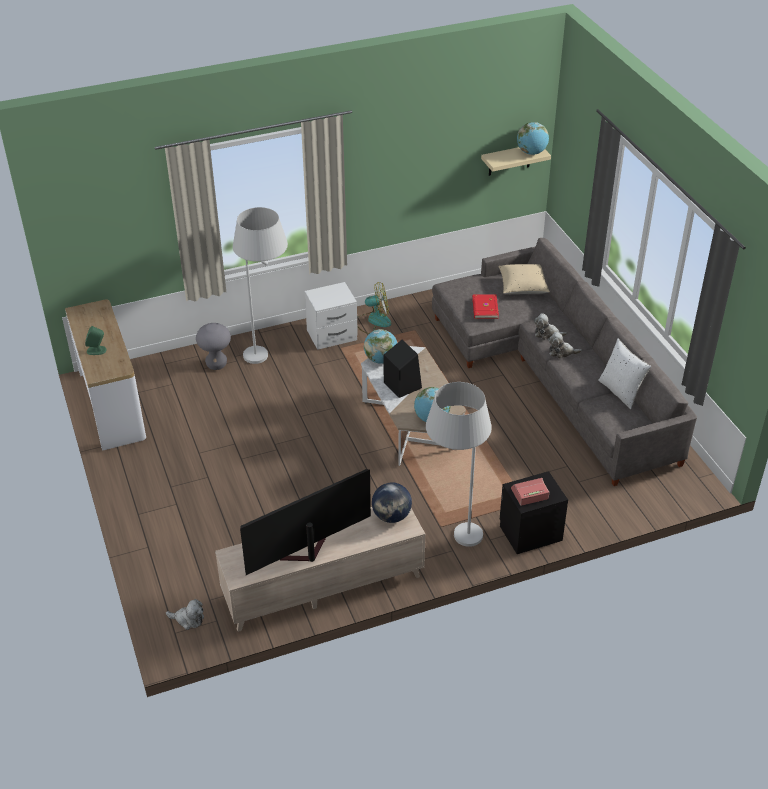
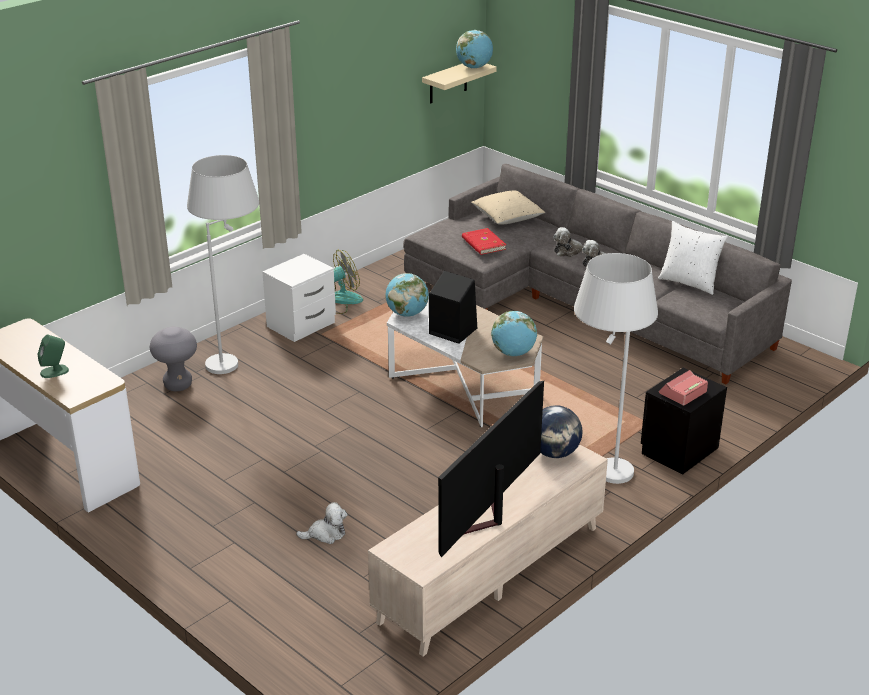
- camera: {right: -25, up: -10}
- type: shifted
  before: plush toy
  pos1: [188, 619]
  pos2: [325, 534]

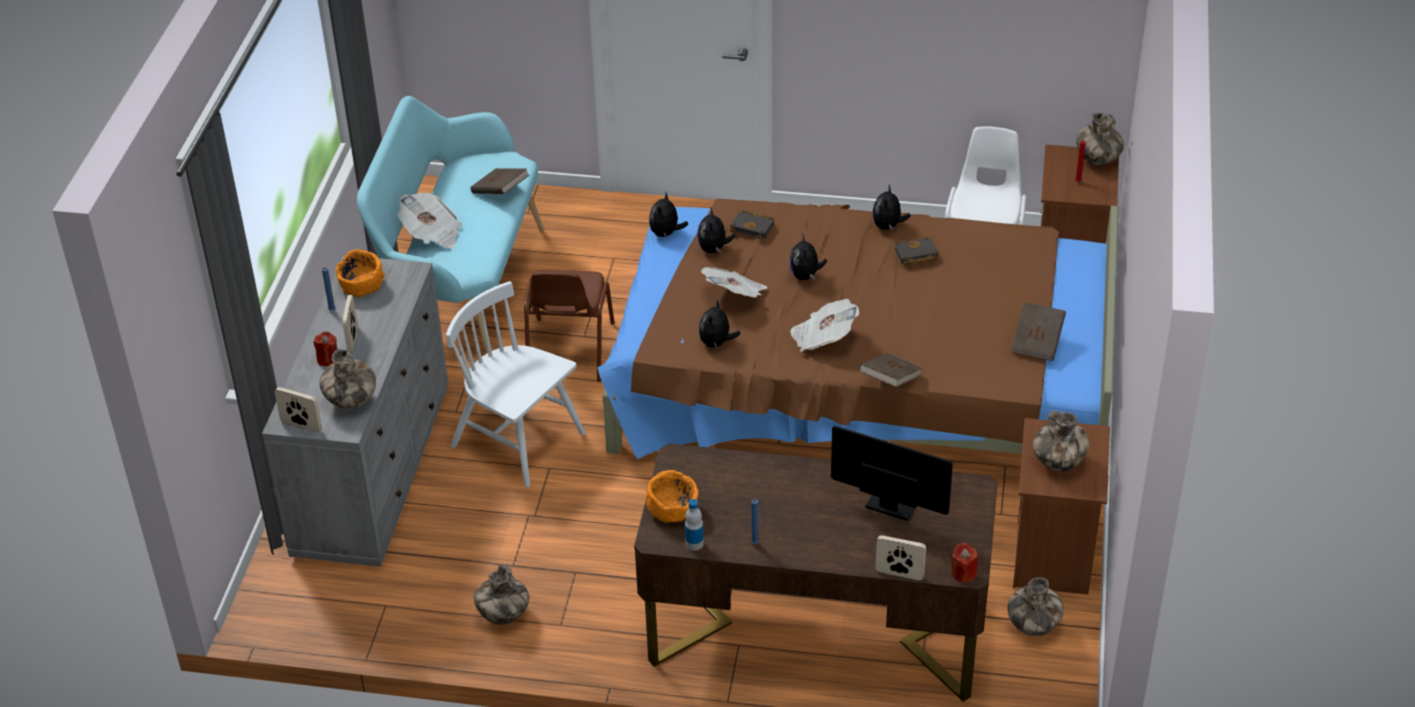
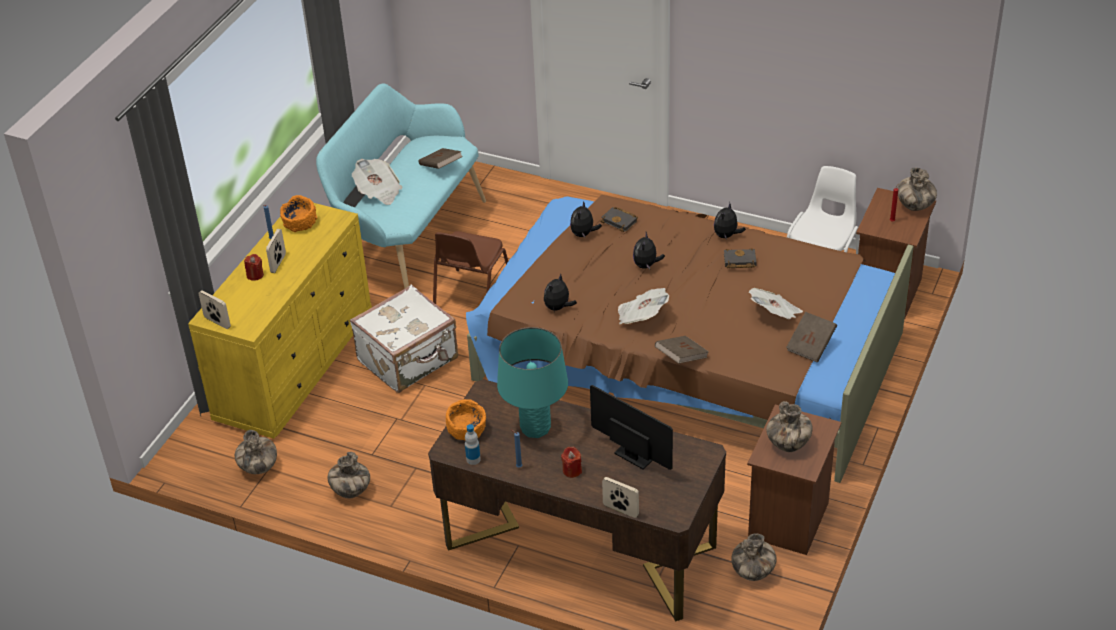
- camera: {right: 15, up: 0}
- type: gone
  before: plush toy
  pos1: [666, 233]
- type: new
  after: turquoise table lamp
  pos2: [535, 428]
- type: shifted
  before: vase
  pos1: [351, 401]
  pos2: [259, 468]
- type: shifted
  before: newspaper
  pos1: [735, 295]
  pos2: [775, 314]
- type: shifted
  before: red candle
  pos1: [963, 573]
  pos2: [572, 470]
- type: swapped
  before: white chair
  after: white suitcase
  pos1: [518, 441]
  pos2: [409, 360]
- type: repainted
  before: grey dresser
  after: yellow dresser
  pos1: [373, 470]
  pos2: [295, 365]

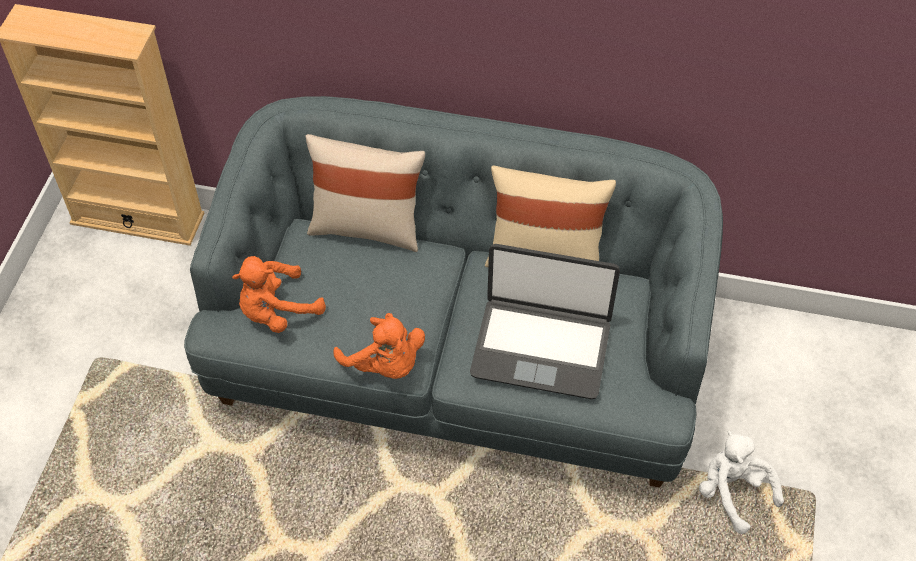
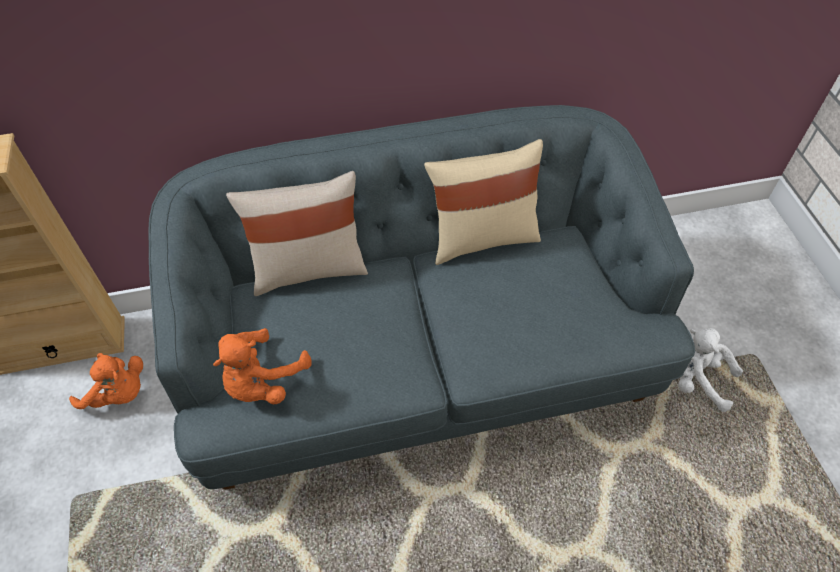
- camera: {right: -25, up: 0}
- type: gone
  before: laptop
  pos1: [541, 347]
- type: shifted
  before: orange plush toy
  pos1: [385, 364]
  pos2: [119, 394]

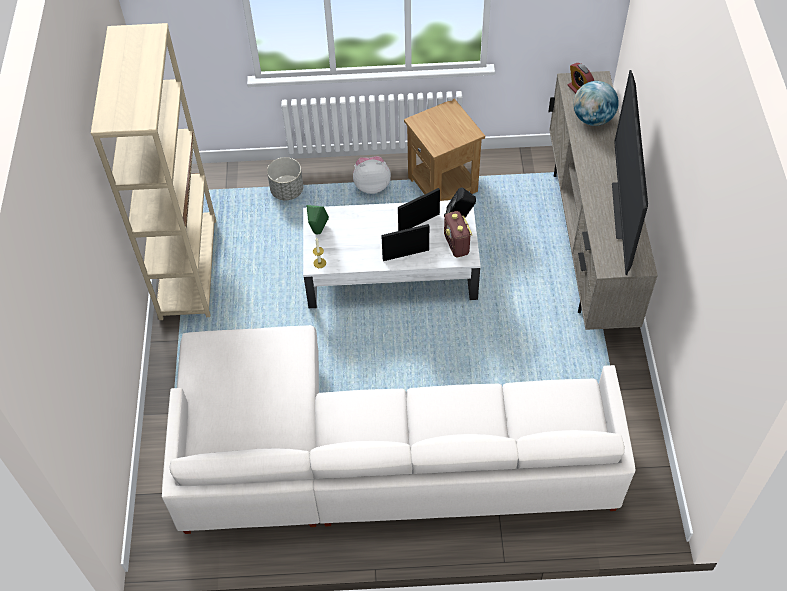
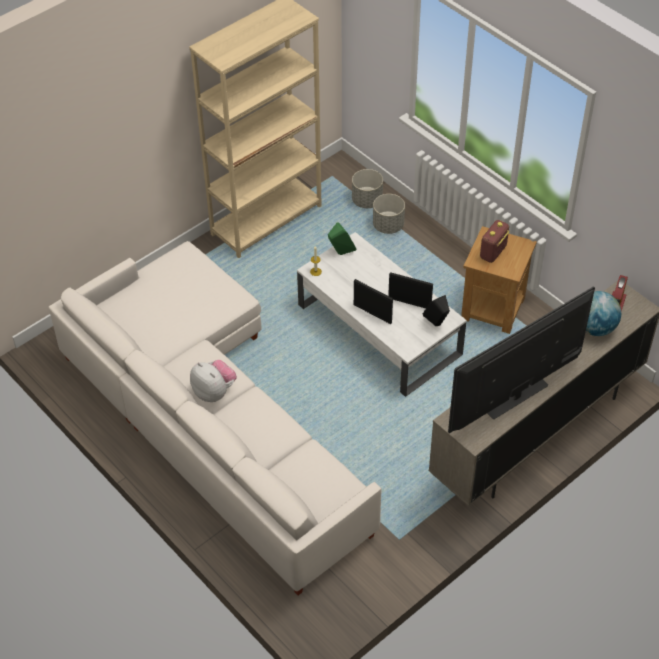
- camera: {right: 50, up: -5}
- type: new
  after: grey planter
  pos2: [367, 201]
- type: shifted
  before: plush toy
  pos1: [372, 185]
  pos2: [214, 392]
- type: shifted
  before: radio
  pos1: [456, 245]
  pos2: [493, 252]

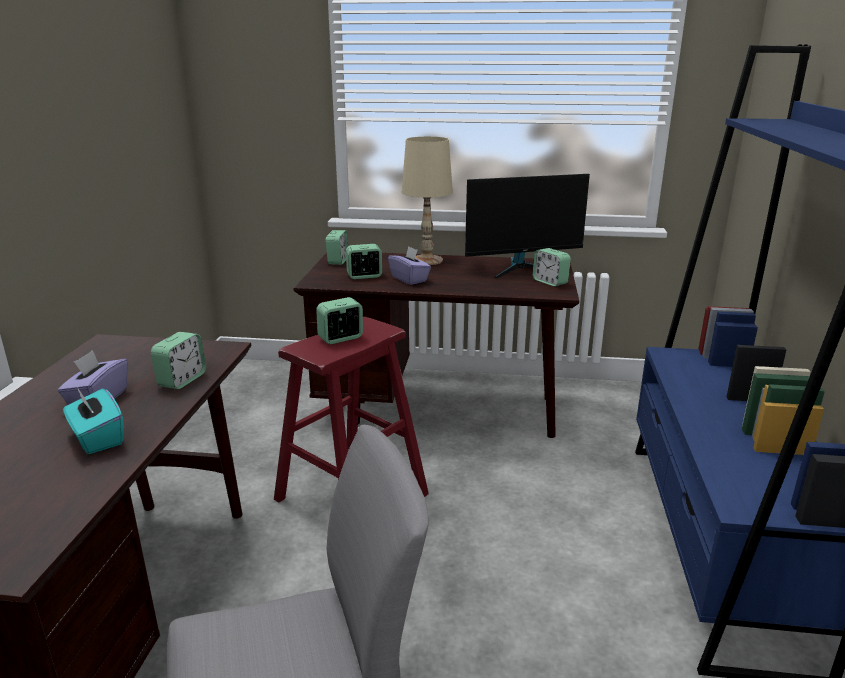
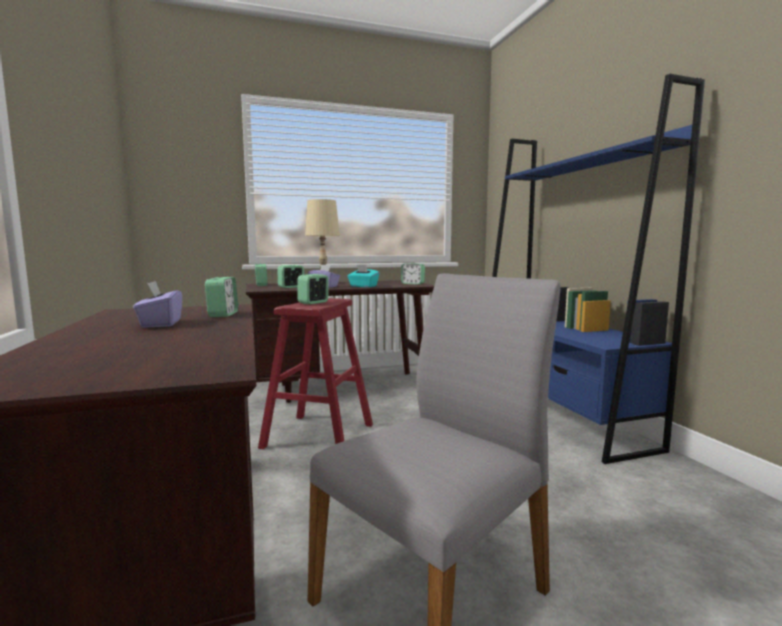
- camera: {right: -25, up: -15}
- type: gone
  before: monitor
  pos1: [522, 268]
- type: shifted
  before: turquoise tissue box
  pos1: [97, 438]
  pos2: [363, 286]

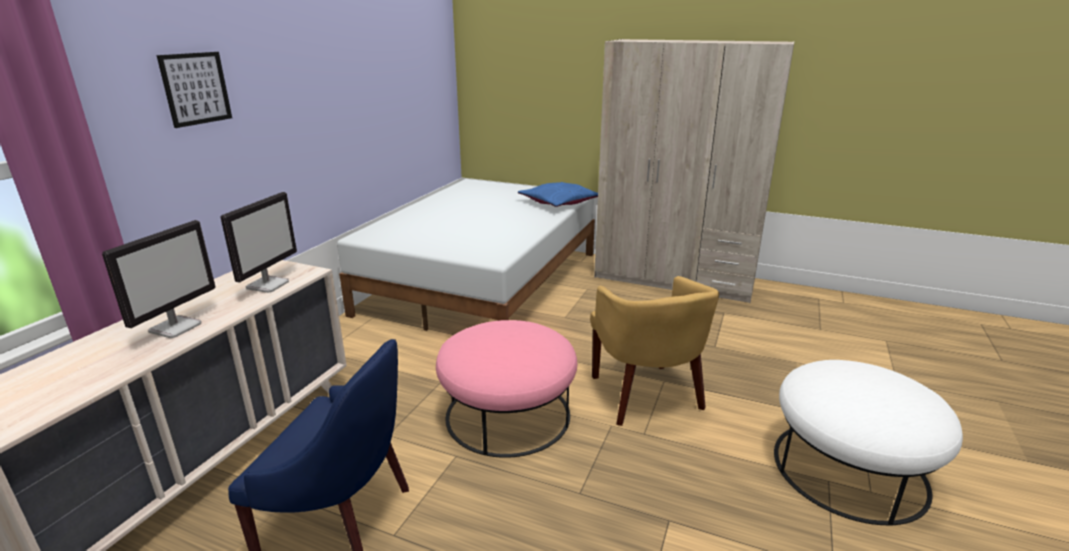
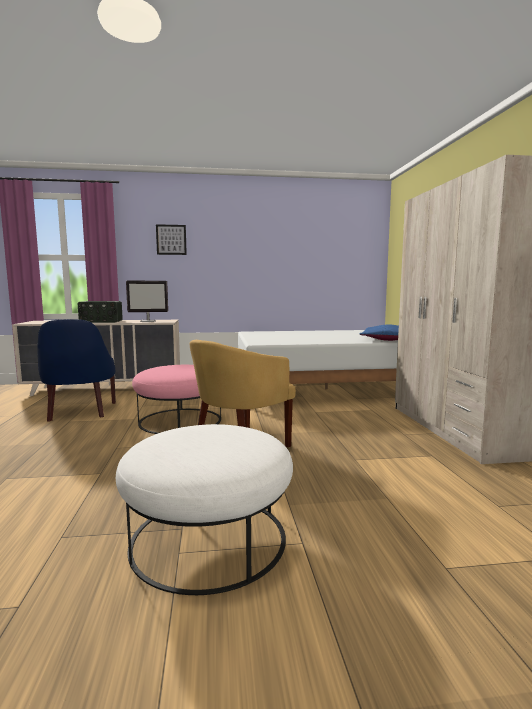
- camera: {right: 60, up: -15}
- type: swapped
  before: monitor
  after: radio
  pos1: [176, 327]
  pos2: [101, 321]

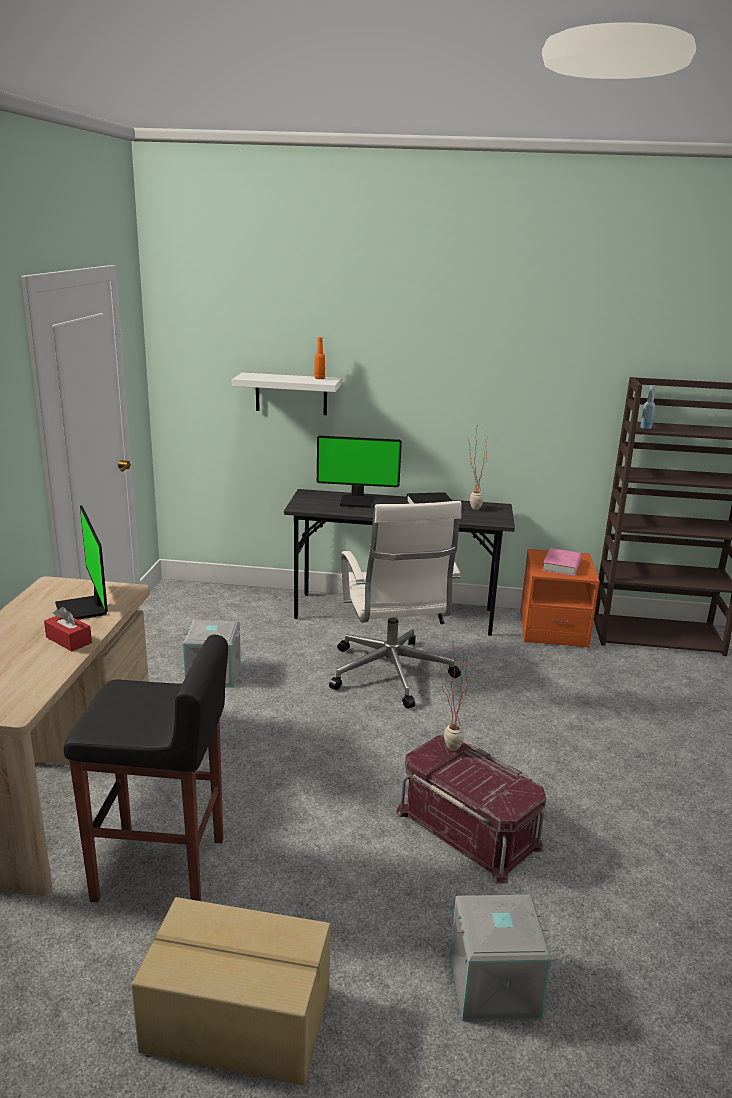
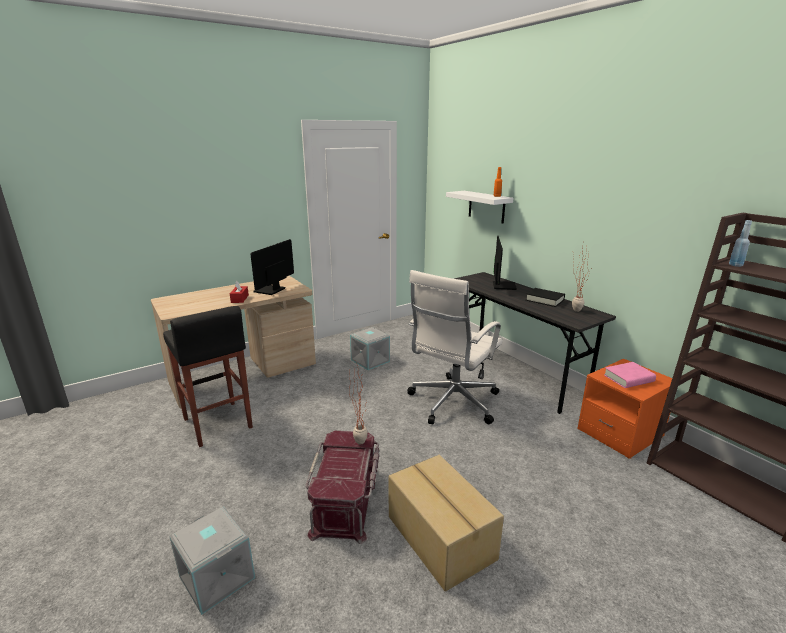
- camera: {right: 50, up: 0}
- type: shifted
  before: cardboard box
  pos1: [237, 1022]
  pos2: [439, 538]
- type: rotated
  before: monitor
  pos1: [357, 501]
  pos2: [502, 286]
  turn: -135

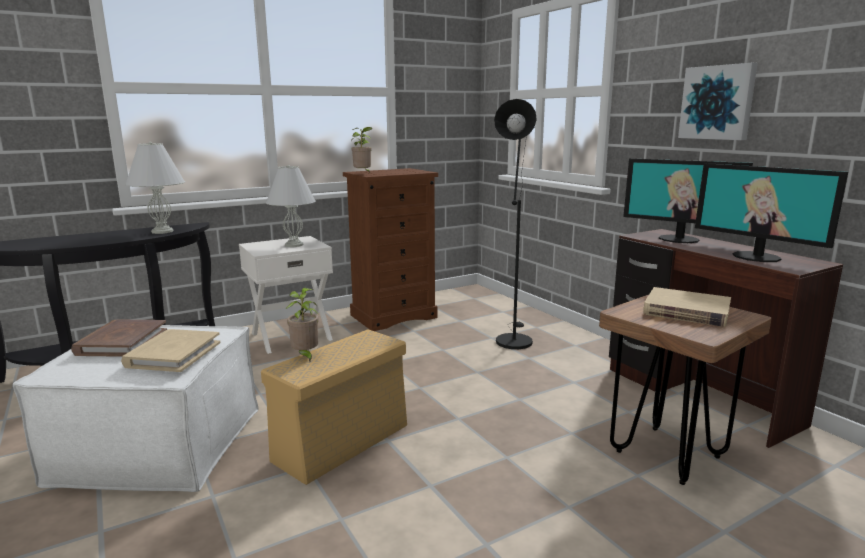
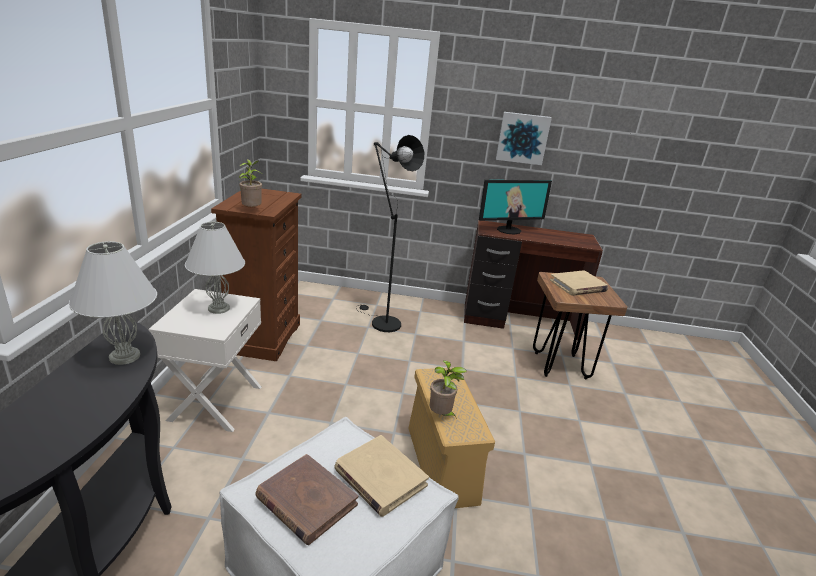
- camera: {right: -55, up: 10}
- type: gone
  before: monitor
  pos1: [757, 257]

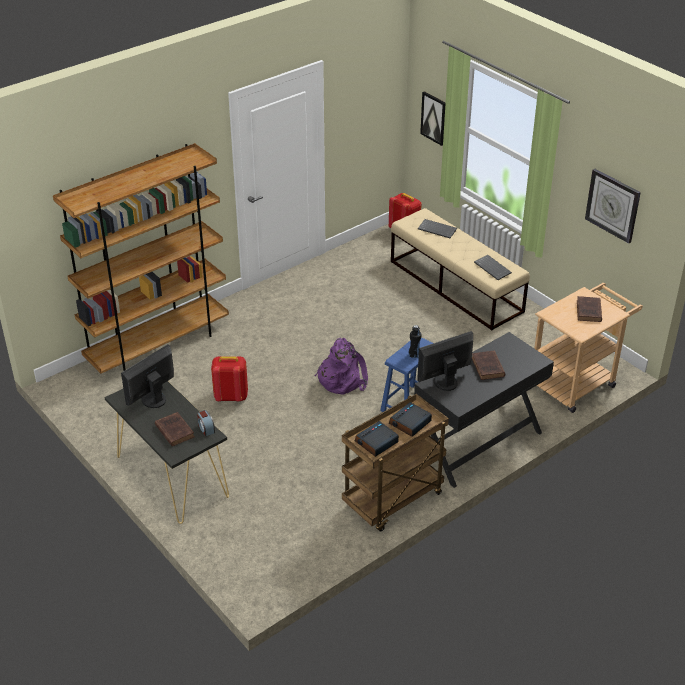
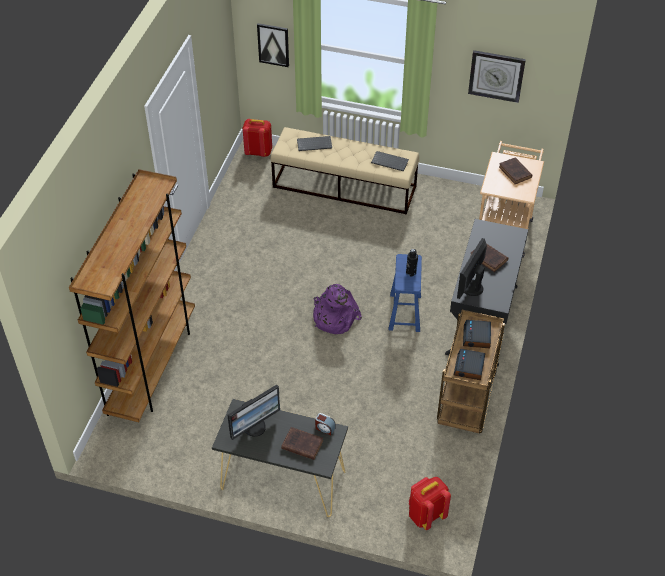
- camera: {right: -35, up: 10}
- type: shifted
  before: red backpack
  pos1: [231, 396]
  pos2: [426, 515]
- type: rotated
  before: monitor
  pos1: [152, 399]
  pos2: [254, 426]
  turn: -135

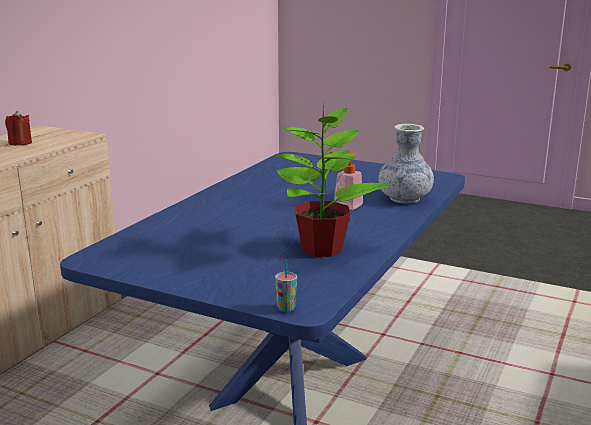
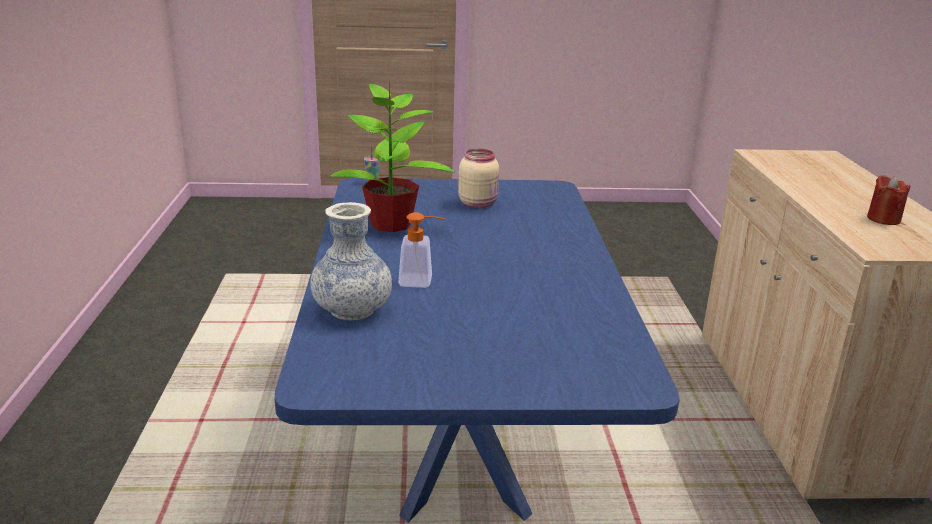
- camera: {right: 150, up: 5}
- type: new
  after: beige jar
  pos2: [478, 203]

